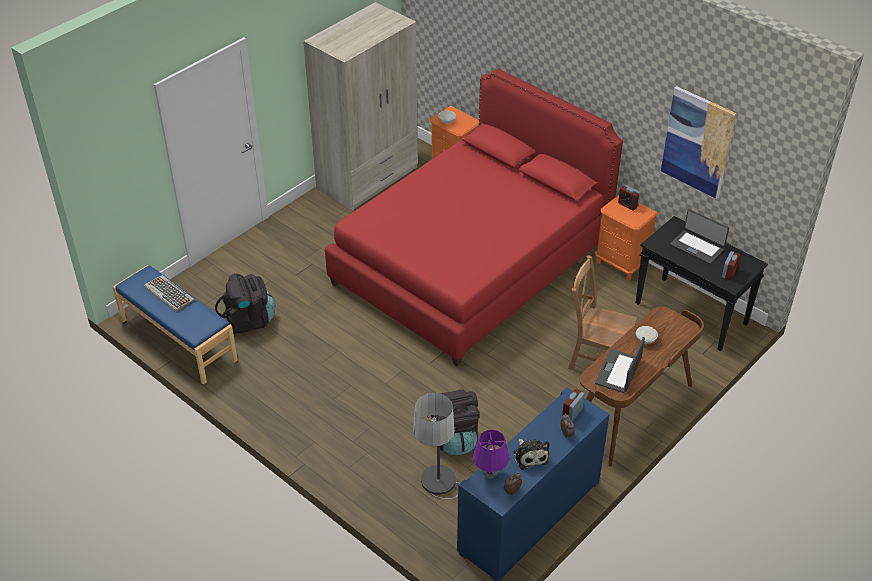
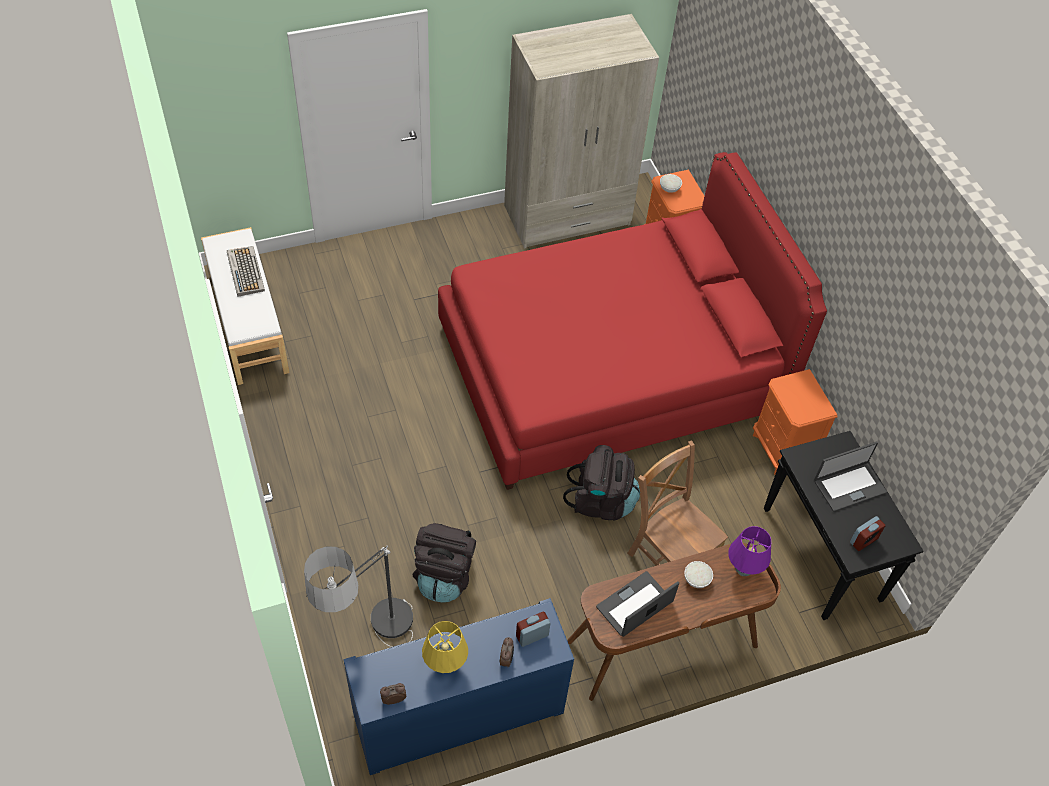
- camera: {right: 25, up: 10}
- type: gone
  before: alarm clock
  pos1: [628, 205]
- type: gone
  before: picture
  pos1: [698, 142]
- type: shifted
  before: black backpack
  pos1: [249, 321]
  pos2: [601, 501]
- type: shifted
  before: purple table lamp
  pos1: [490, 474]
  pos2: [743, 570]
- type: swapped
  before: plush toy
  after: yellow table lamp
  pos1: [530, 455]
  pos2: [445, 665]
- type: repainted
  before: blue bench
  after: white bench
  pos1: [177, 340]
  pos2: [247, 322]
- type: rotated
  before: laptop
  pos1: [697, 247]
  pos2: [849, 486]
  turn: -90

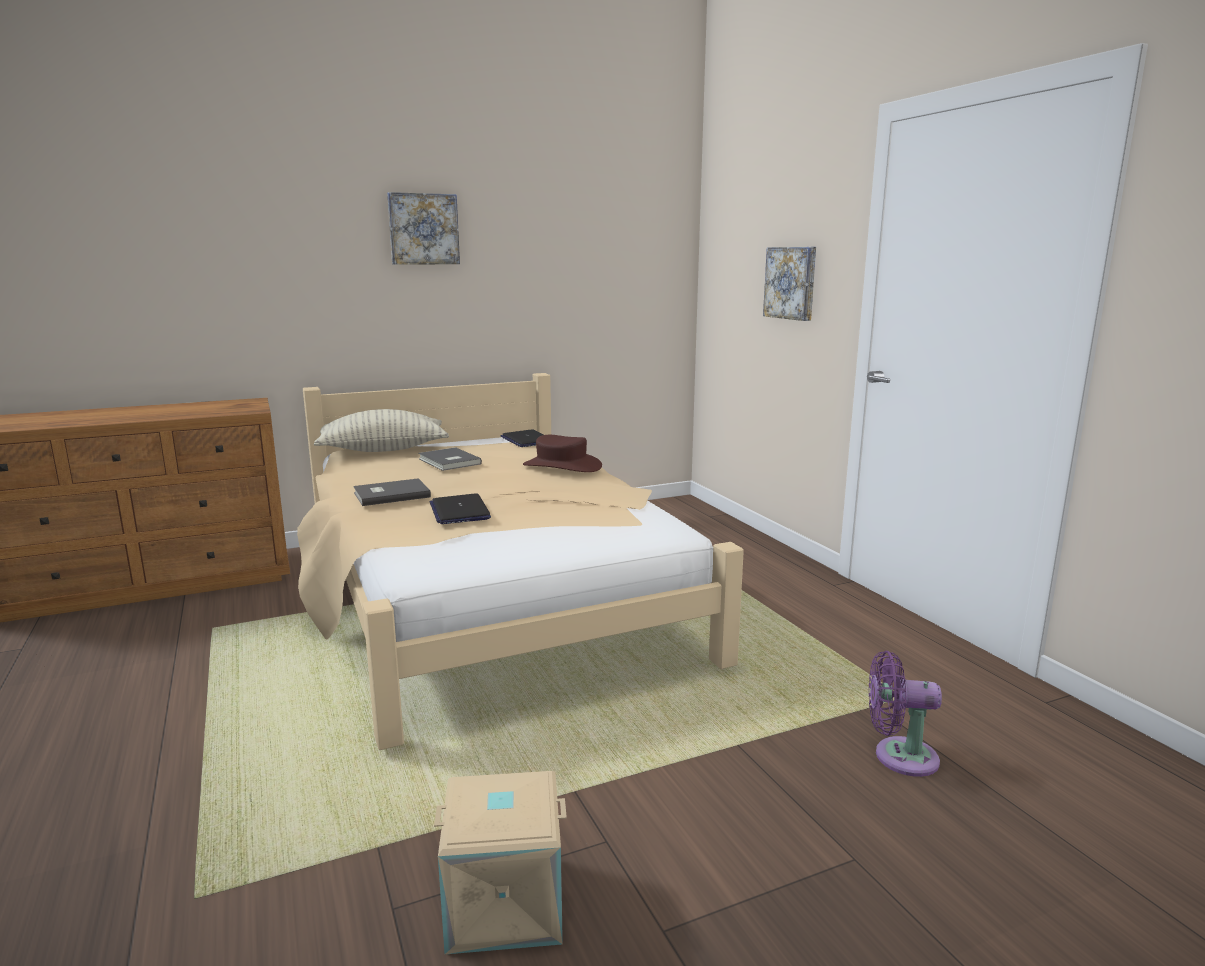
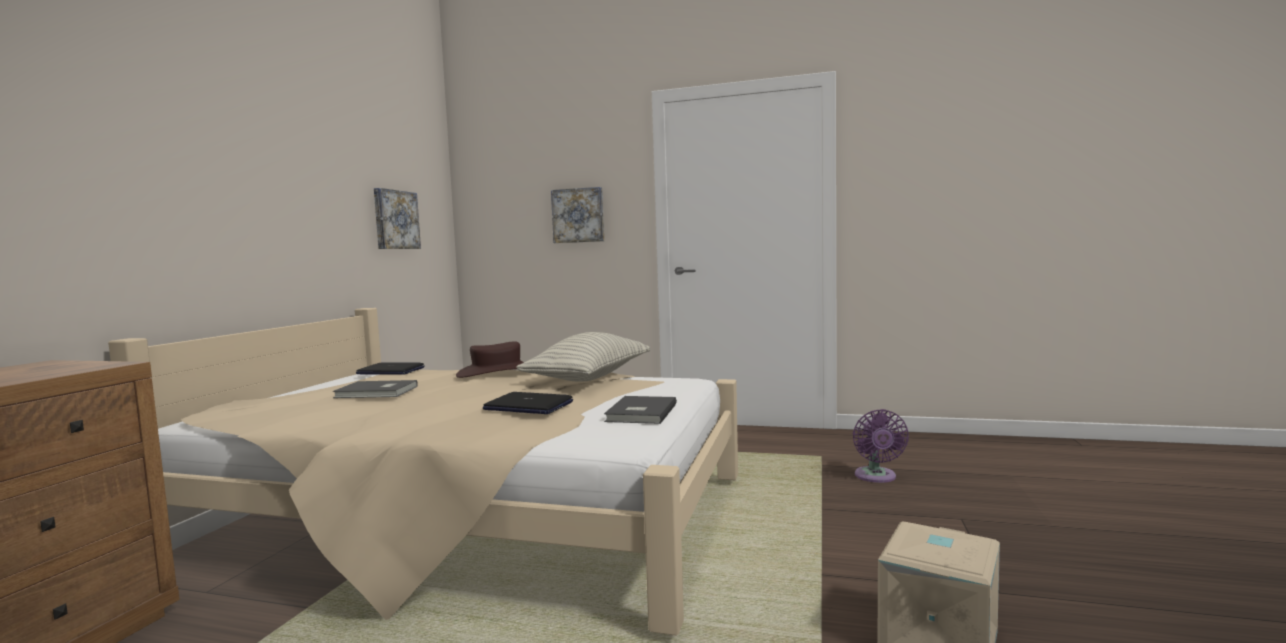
- camera: {right: -50, up: -10}
- type: shifted
  before: pillow
  pos1: [383, 450]
  pos2: [589, 378]
- type: shifted
  before: grey book
  pos1: [390, 494]
  pos2: [639, 413]
- type: shifted
  before: picture
  pos1: [423, 229]
  pos2: [395, 220]
- type: rotated
  before: purple fan
  pos1: [899, 756]
  pos2: [876, 477]
  turn: -45

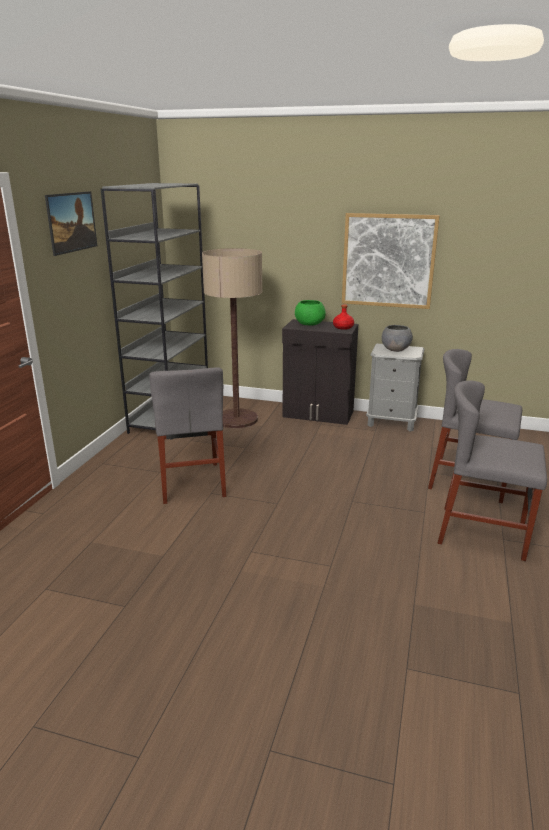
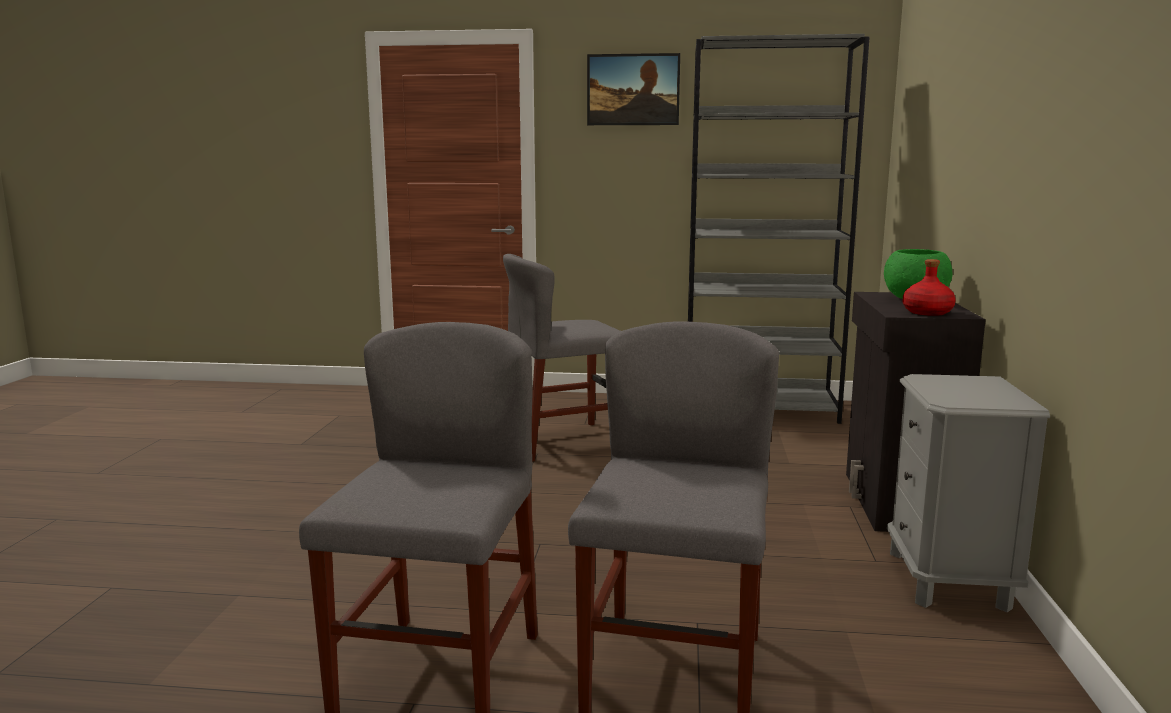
- camera: {right: 80, up: -10}
- type: gone
  before: floor lamp
  pos1: [236, 419]
- type: gone
  before: picture
  pos1: [388, 261]
- type: gone
  before: grey bowl
  pos1: [396, 349]

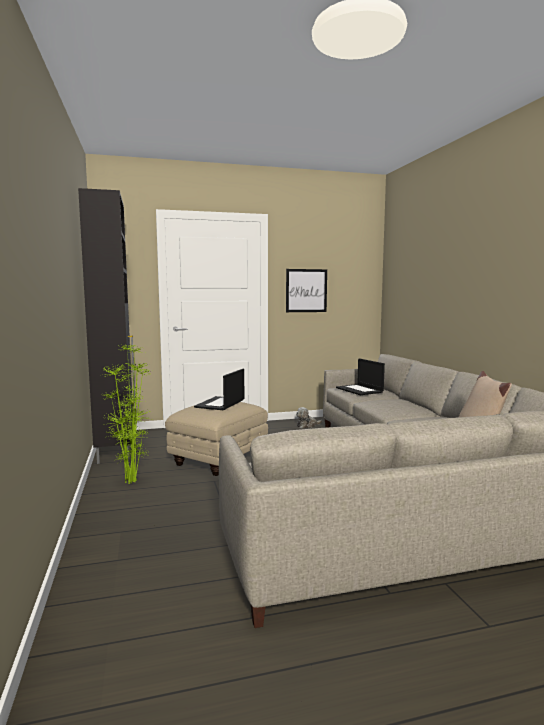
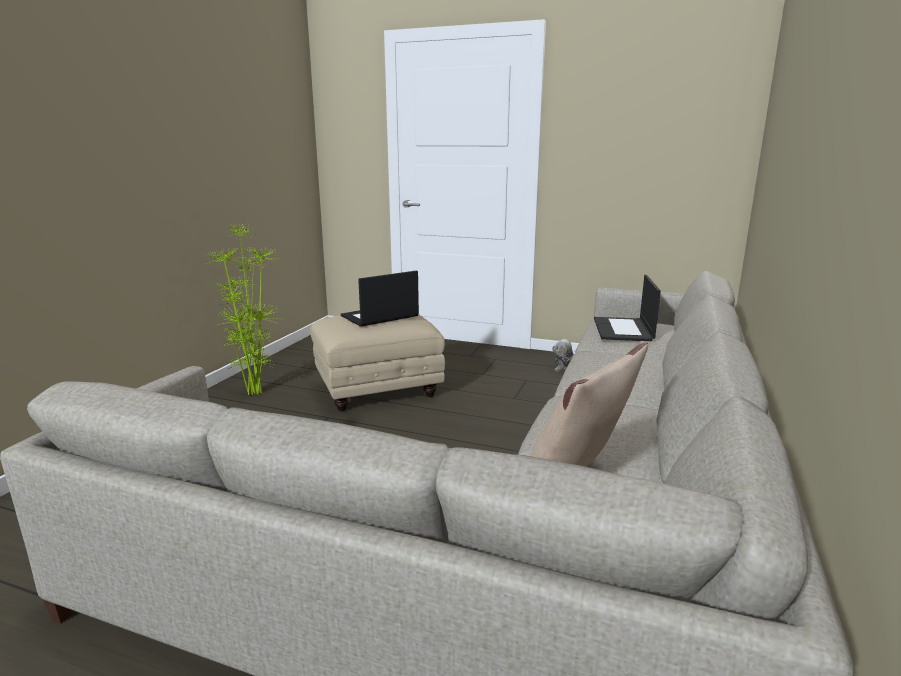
- camera: {right: 35, up: 10}
- type: gone
  before: black cabinet
  pos1: [116, 450]
- type: gone
  before: picture
  pos1: [306, 290]

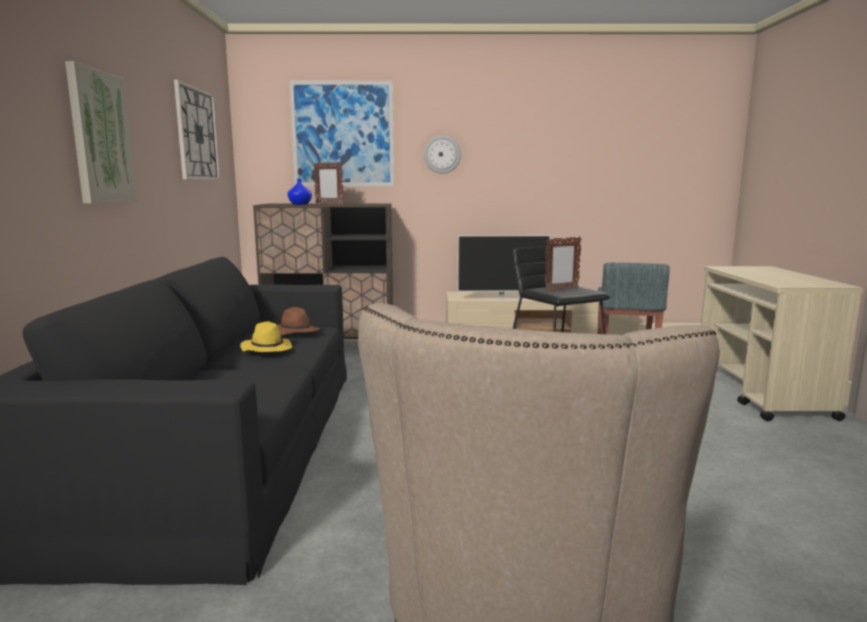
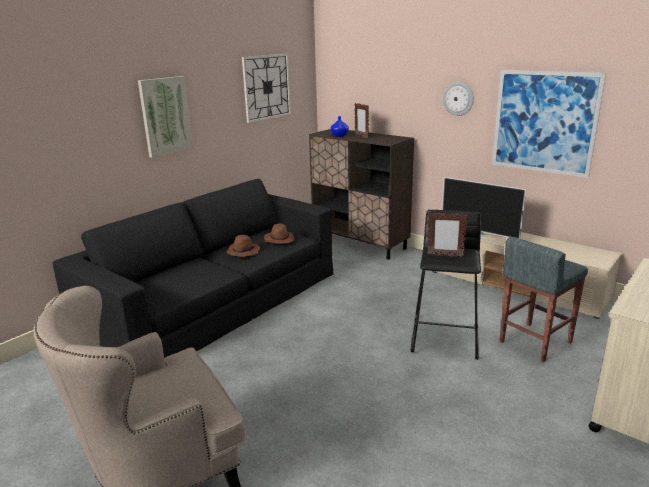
- camera: {right: 40, up: 10}
- type: shifted
  before: picture
  pos1: [343, 134]
  pos2: [544, 122]
- type: repainted
  before: yellow hat
  after: brown hat
  pos1: [266, 349]
  pos2: [243, 251]

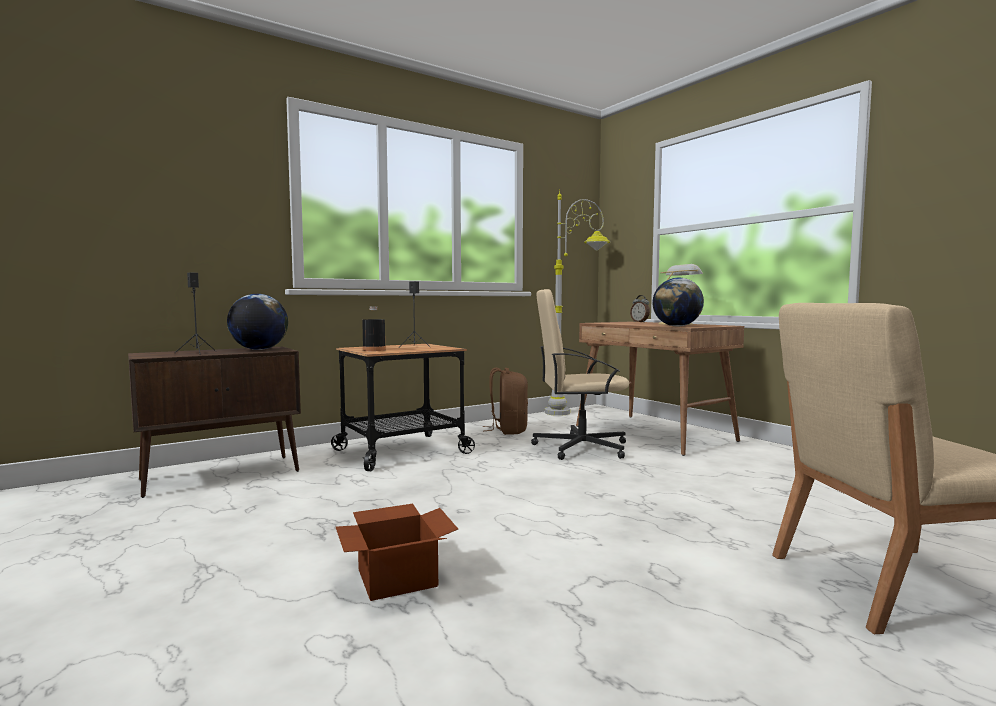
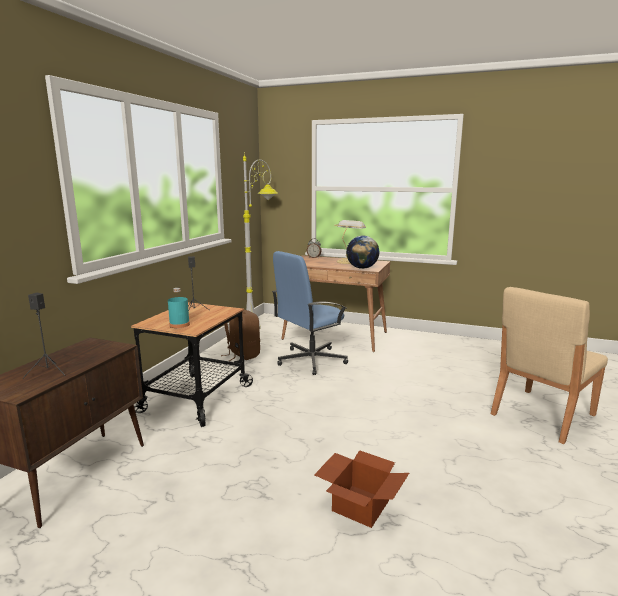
- camera: {right: -35, up: 10}
- type: gone
  before: globe
  pos1: [259, 349]
- type: repainted
  before: black bottle
  after: turquoise bottle
  pos1: [374, 350]
  pos2: [179, 325]
- type: repainted
  before: beige office chair
  after: blue office chair
  pos1: [579, 447]
  pos2: [310, 360]

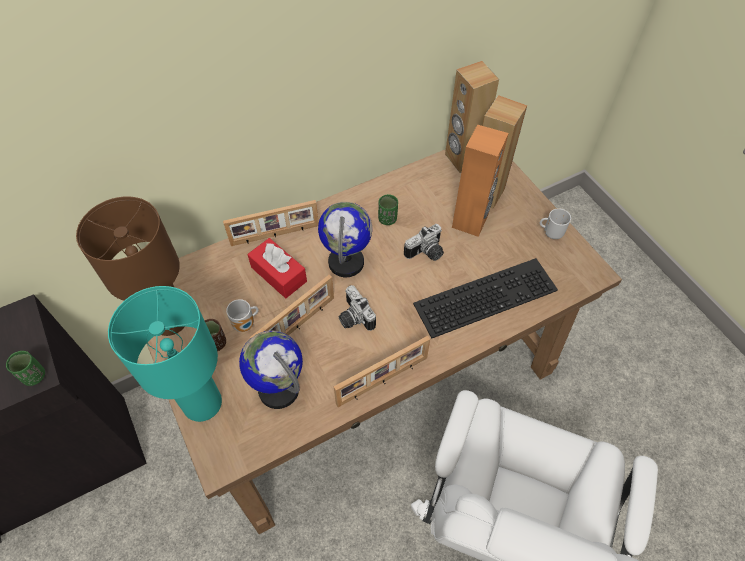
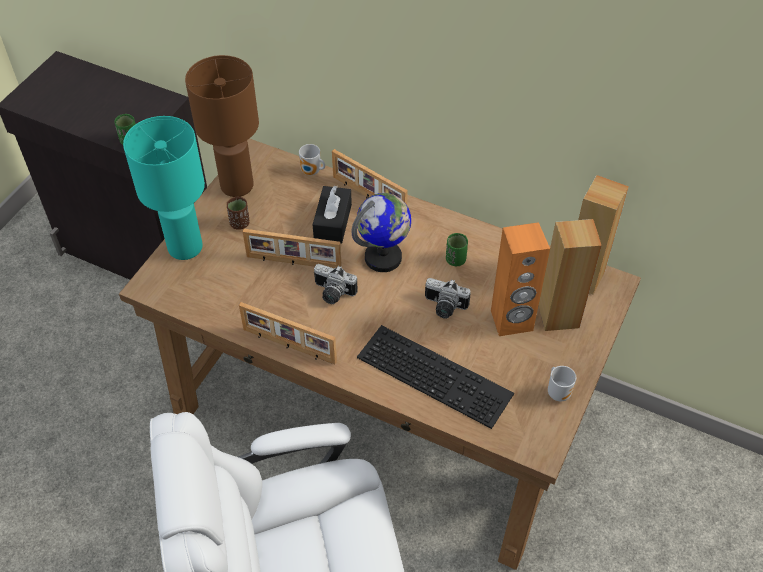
- camera: {right: 55, up: -5}
- type: gone
  before: globe
  pos1: [279, 389]
- type: shifted
  before: mug
  pos1: [246, 325]
  pos2: [312, 172]
- type: repainted
  before: red tissue box
  after: black tissue box
  pos1: [279, 274]
  pos2: [333, 222]
- type: rotated
  before: photo camera
  pos1: [353, 318]
  pos2: [332, 293]
  turn: -90

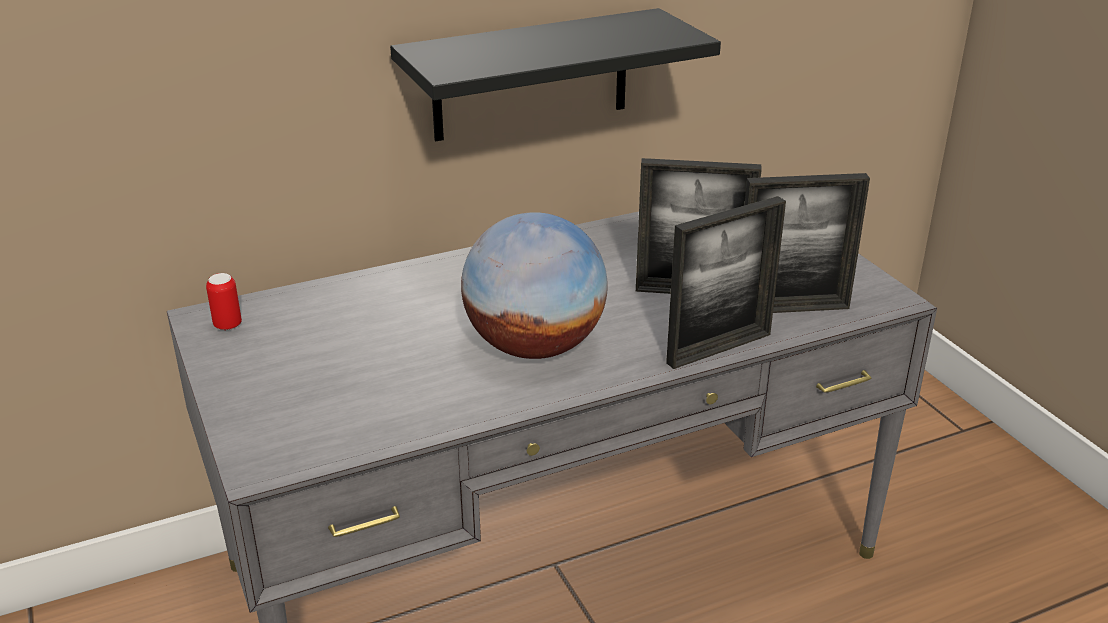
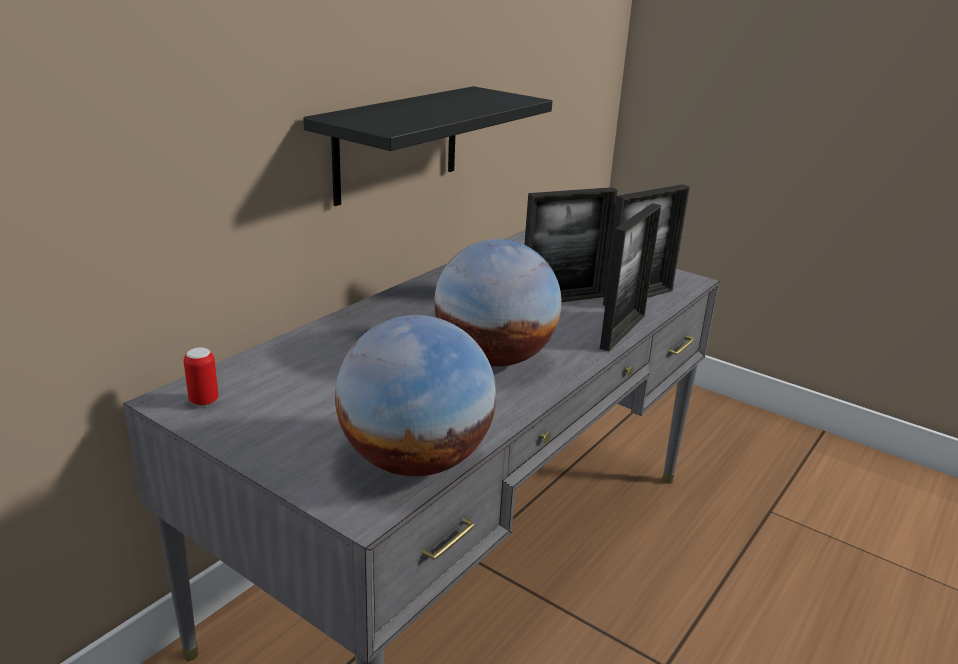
- camera: {right: -30, up: -5}
- type: new
  after: globe
  pos2: [414, 460]

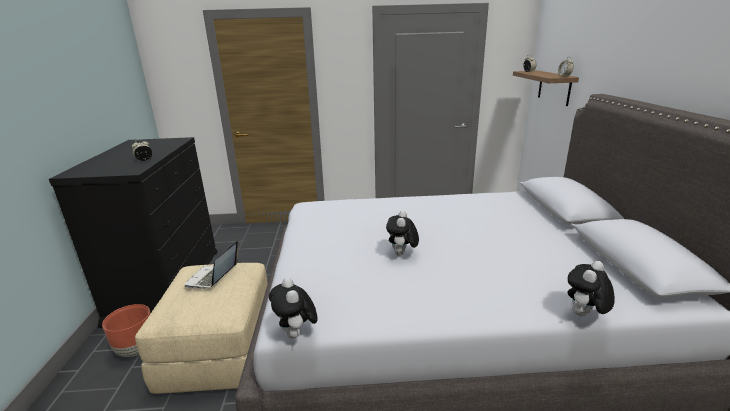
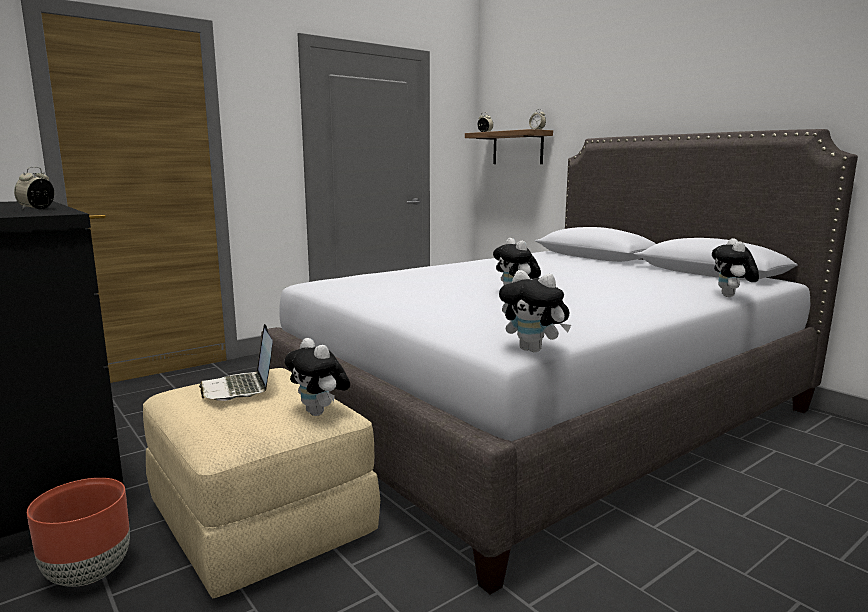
- camera: {right: -35, up: -10}
- type: new
  after: plush toy
  pos2: [320, 413]

